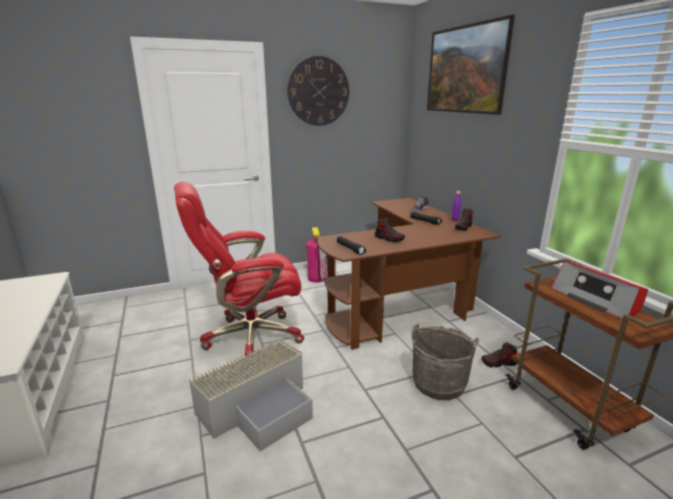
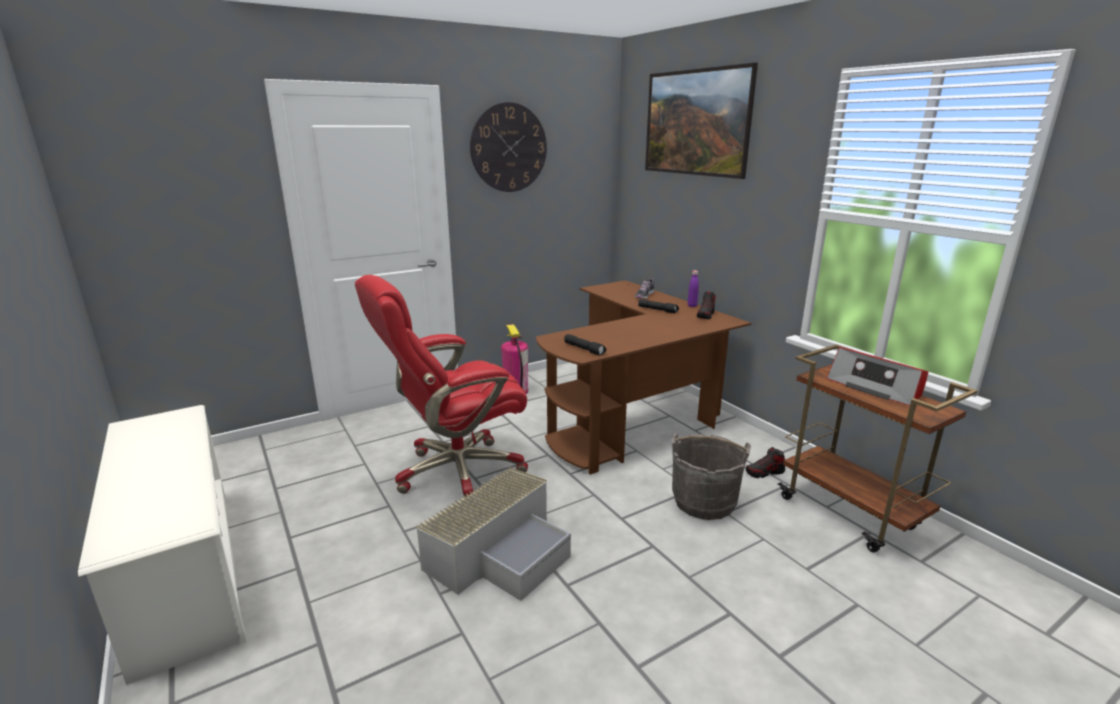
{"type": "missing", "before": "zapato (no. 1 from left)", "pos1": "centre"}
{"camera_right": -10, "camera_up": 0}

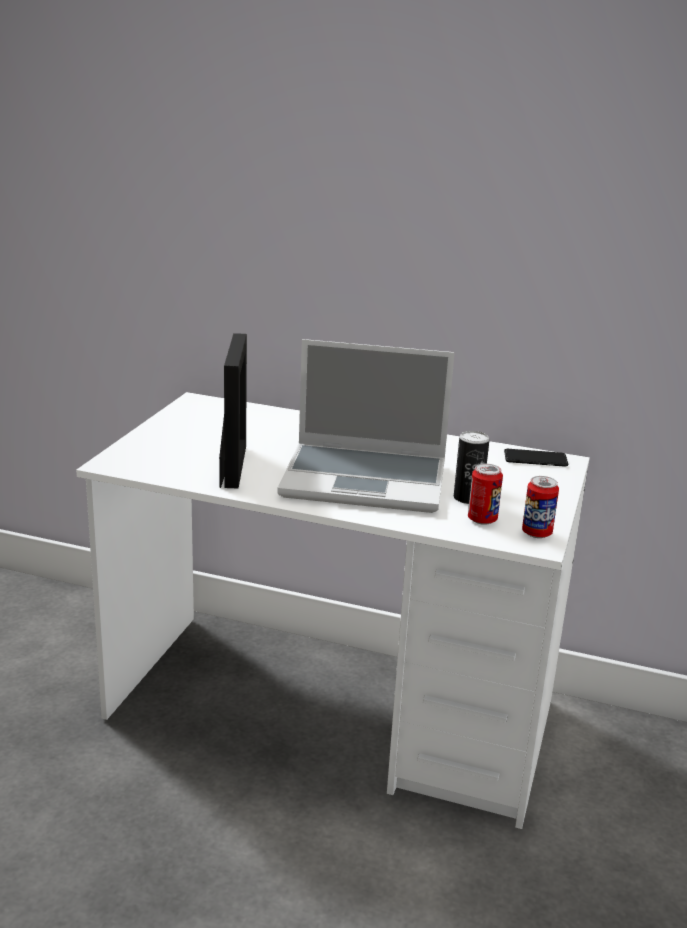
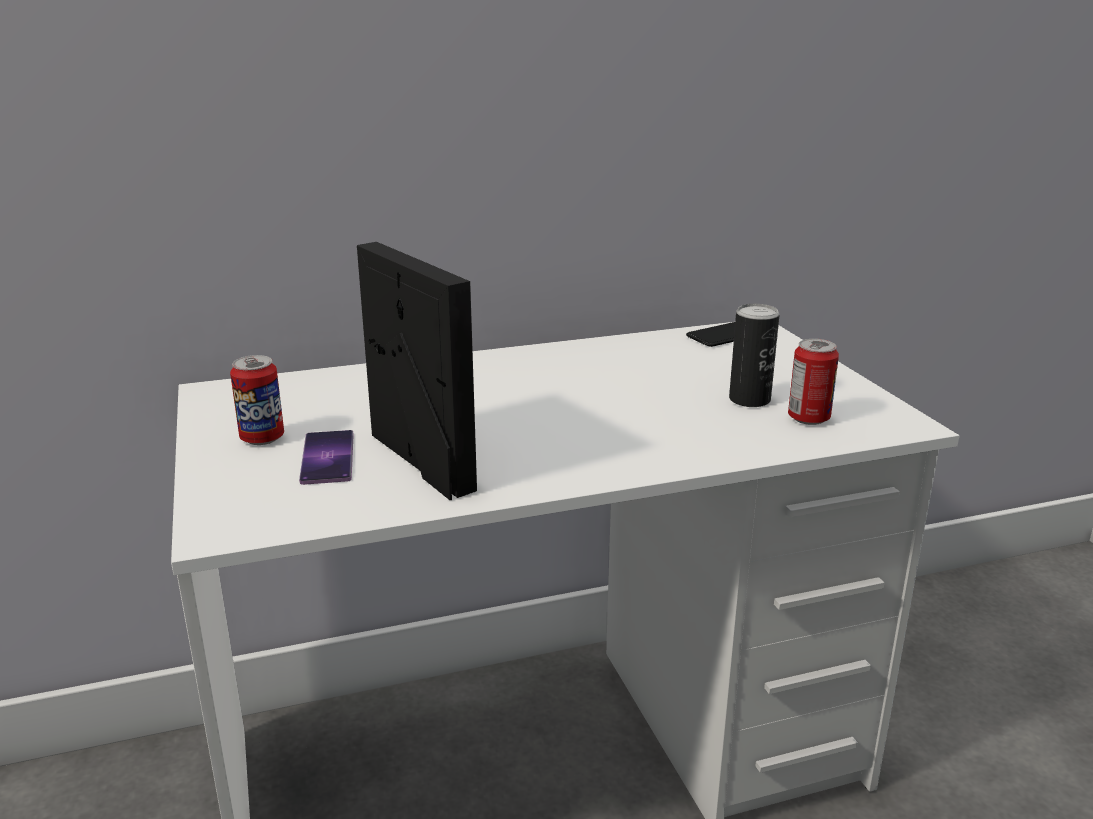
{"type": "missing", "before": "portátil", "pos1": "centre"}
{"type": "appeared", "after": "móvil (no. 1 from left)", "pos2": "middle left"}
{"type": "relocated", "before": "lata (no. 3 from left in the first image)", "after": "lata (no. 1 from left)", "pos1": "middle right", "pos2": "middle left"}
{"camera_right": -35, "camera_up": 0}

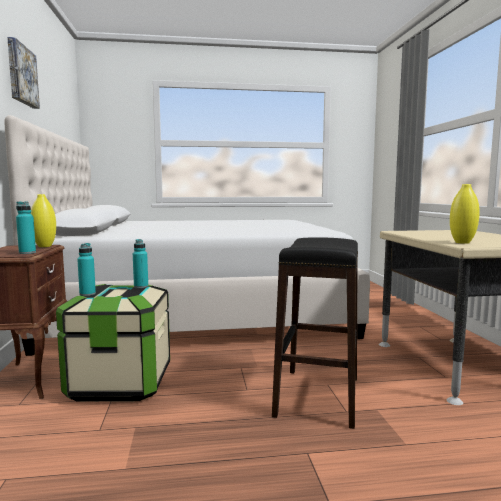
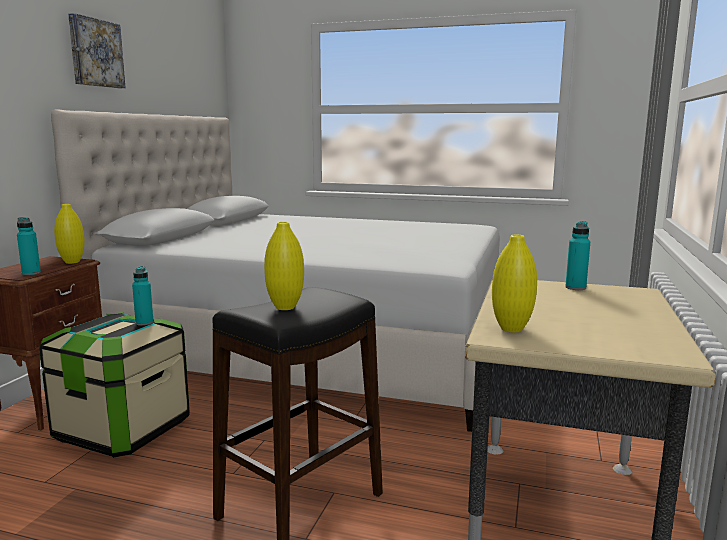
{"type": "appeared", "after": "florero [amarillo] (no. 2 from left)", "pos2": "centre"}
{"type": "relocated", "before": "botella [turquesa] (no. 2 from left in the first image)", "after": "botella [turquesa] (no. 3 from left)", "pos1": "middle left", "pos2": "middle right"}
{"camera_right": 25, "camera_up": 5}

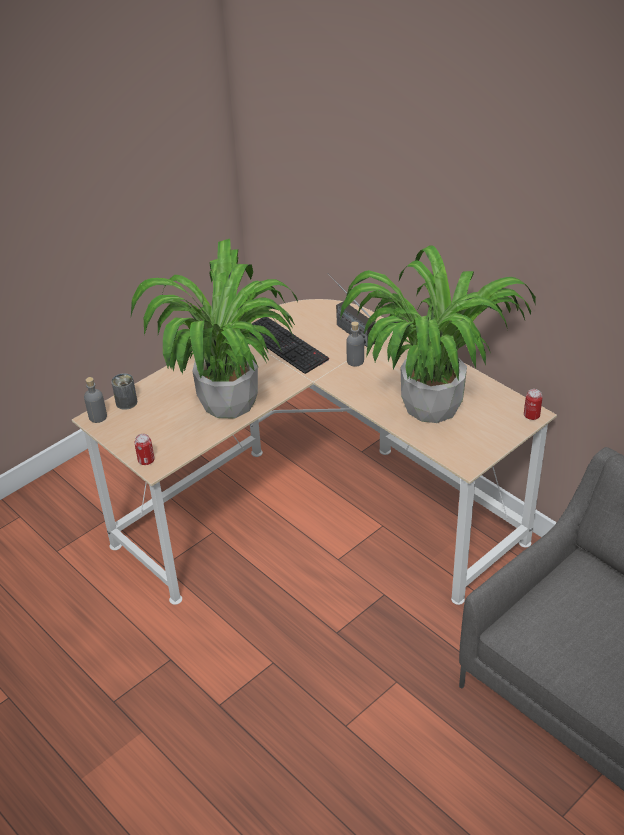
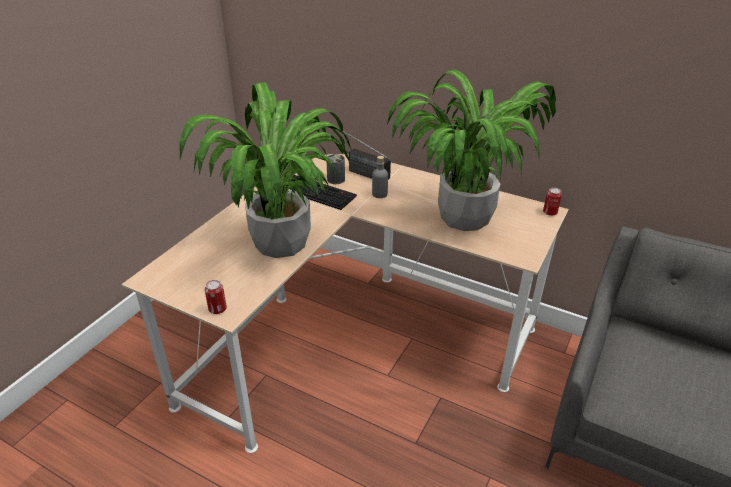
{"type": "missing", "before": "botella [gris] (no. 1 from left)", "pos1": "middle left"}
{"type": "relocated", "before": "lata (no. 1 from left in the first image)", "after": "lata (no. 2 from left)", "pos1": "middle left", "pos2": "centre"}
{"camera_right": -20, "camera_up": -5}

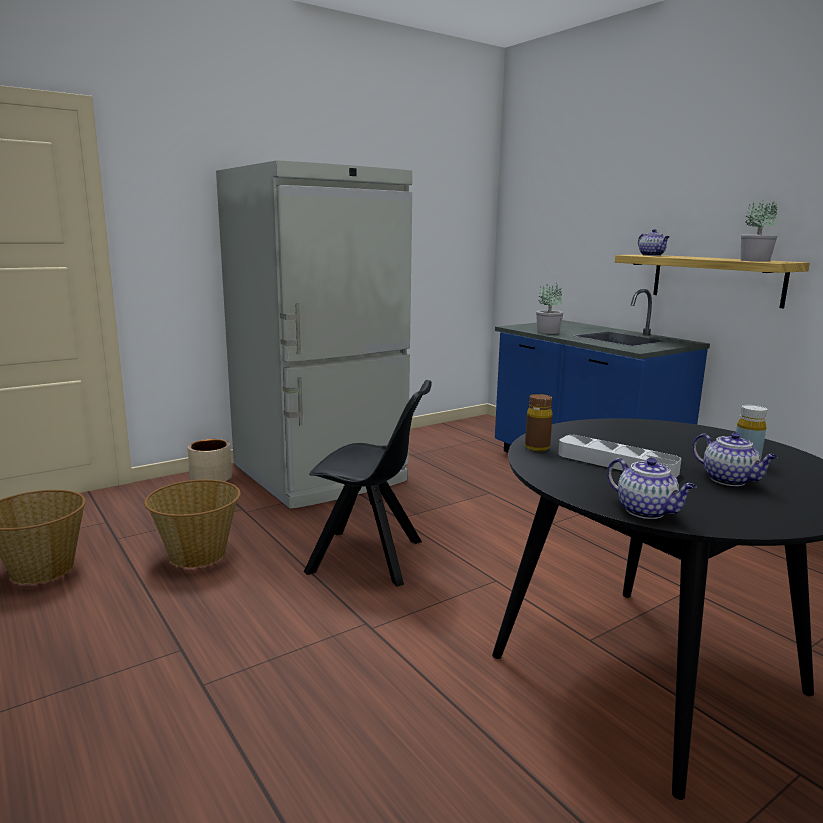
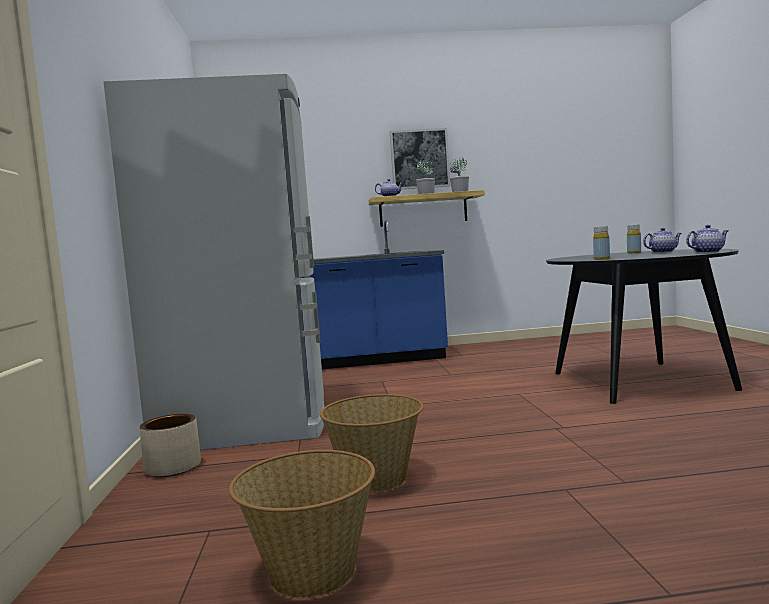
{"type": "missing", "before": "silla [negro]", "pos1": "centre"}
{"type": "missing", "before": "bandeja [gris]", "pos1": "middle right"}
{"type": "appeared", "after": "cuadro", "pos2": "top centre"}
{"type": "relocated", "before": "planta en maceta (no. 1 from left)", "pos1": "middle right", "pos2": "top centre"}
{"type": "colour", "before": "botella [marrón]", "after": "botella [amarillo] (no. 1 from left)", "pos1": "centre", "pos2": "middle right"}
{"camera_right": -60, "camera_up": -10}

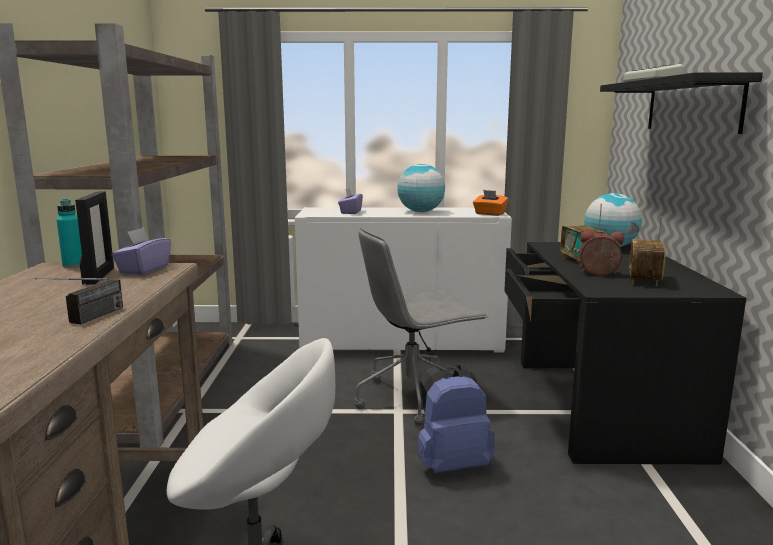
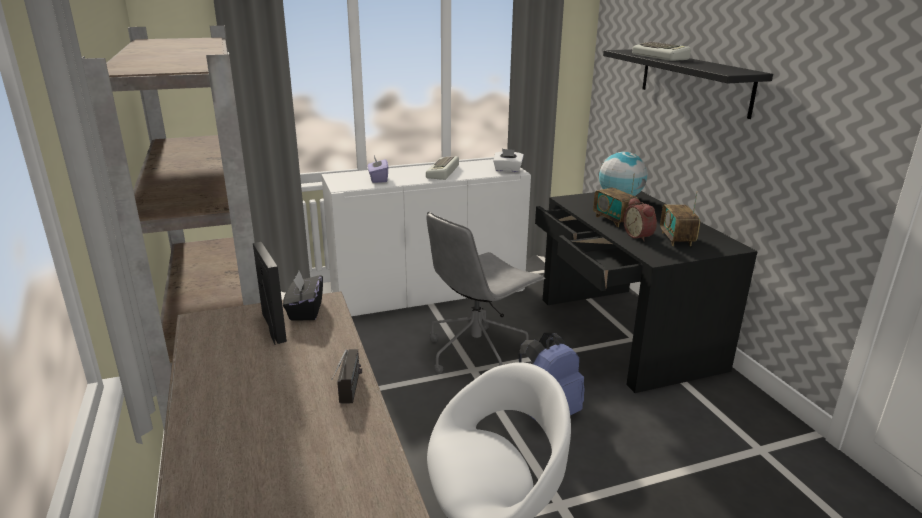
{"type": "missing", "before": "botella [turquesa]", "pos1": "middle left"}
{"type": "exchanged", "before": "globo terráqueo (no. 1 from left)", "after": "teclado (no. 1 from left)", "pos1": "centre", "pos2": "top centre"}
{"type": "colour", "before": "caja de pañuelos [morado] (no. 1 from left)", "after": "caja de pañuelos [negro]", "pos1": "middle left", "pos2": "middle left"}
{"type": "colour", "before": "caja de pañuelos [naranja]", "after": "caja de pañuelos [blanco]", "pos1": "centre", "pos2": "top centre"}
{"type": "spun", "before": "despertador", "pos1": "middle right", "pos2": "middle right", "turn": -105}
{"camera_right": -20, "camera_up": 10}

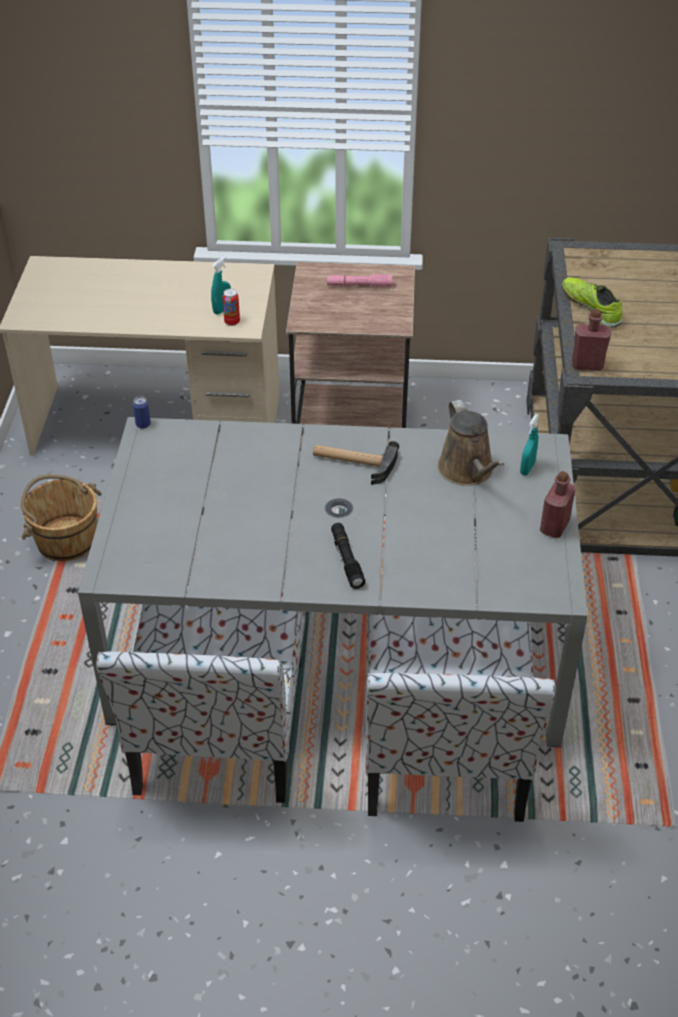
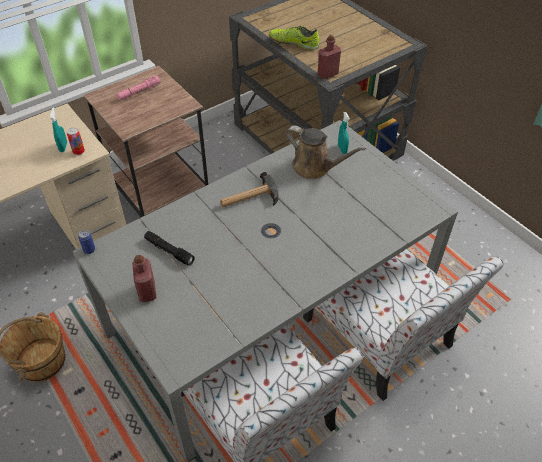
{"type": "relocated", "before": "linterna [negro]", "pos1": "centre", "pos2": "middle left"}
{"type": "relocated", "before": "botella [rojo] (no. 1 from left)", "pos1": "middle right", "pos2": "middle left"}
{"camera_right": -40, "camera_up": 5}

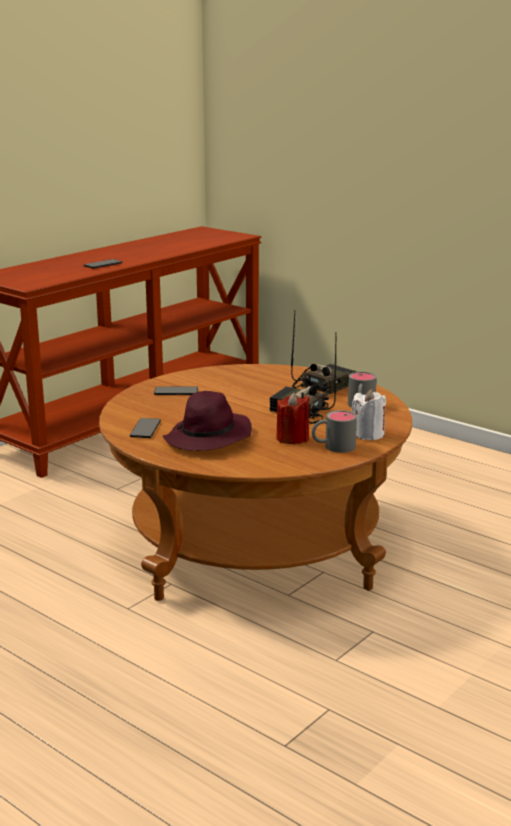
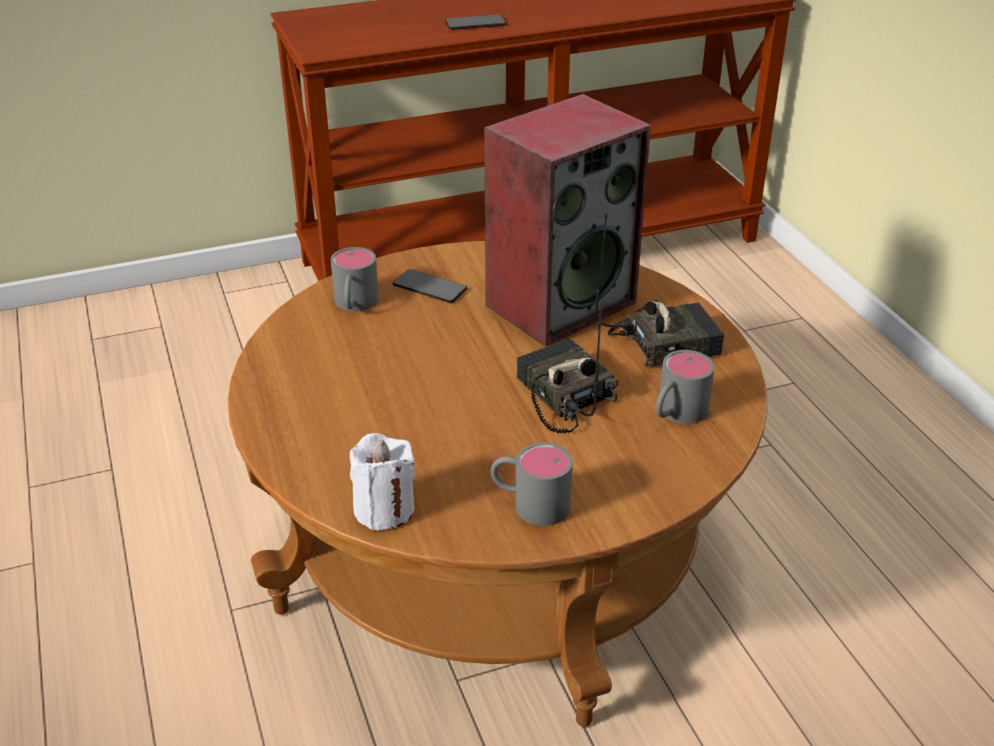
{"type": "missing", "before": "móvil (no. 2 from left)", "pos1": "middle left"}
{"type": "missing", "before": "sombrero [morado]", "pos1": "centre"}
{"type": "missing", "before": "vela [rojo]", "pos1": "centre"}
{"type": "appeared", "after": "taza grande [gris] (no. 1 from left)", "pos2": "centre"}
{"type": "appeared", "after": "altavoz", "pos2": "top centre"}
{"type": "relocated", "before": "vela [blanco]", "pos1": "middle right", "pos2": "centre"}
{"camera_right": 30, "camera_up": 15}

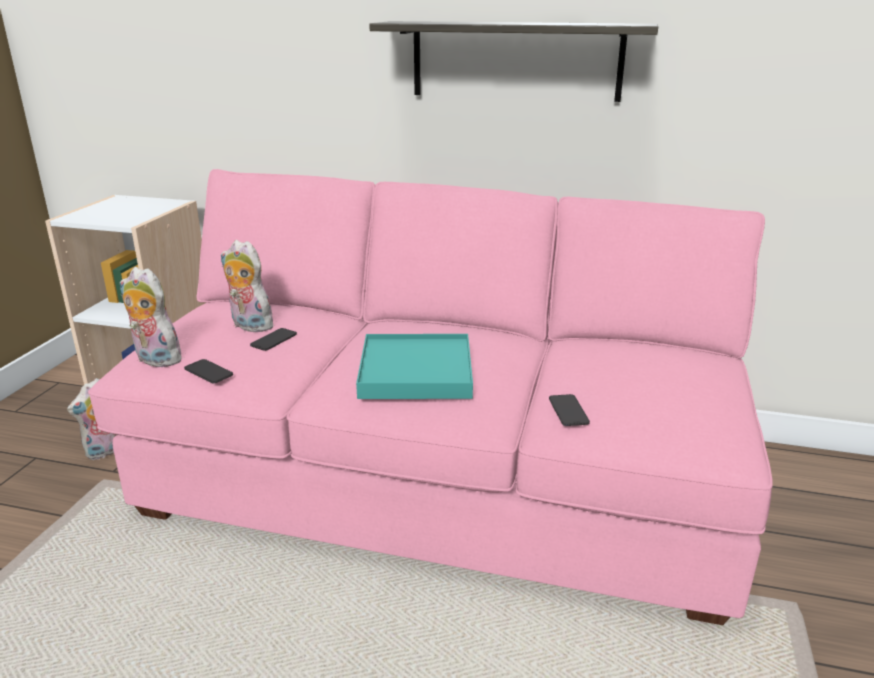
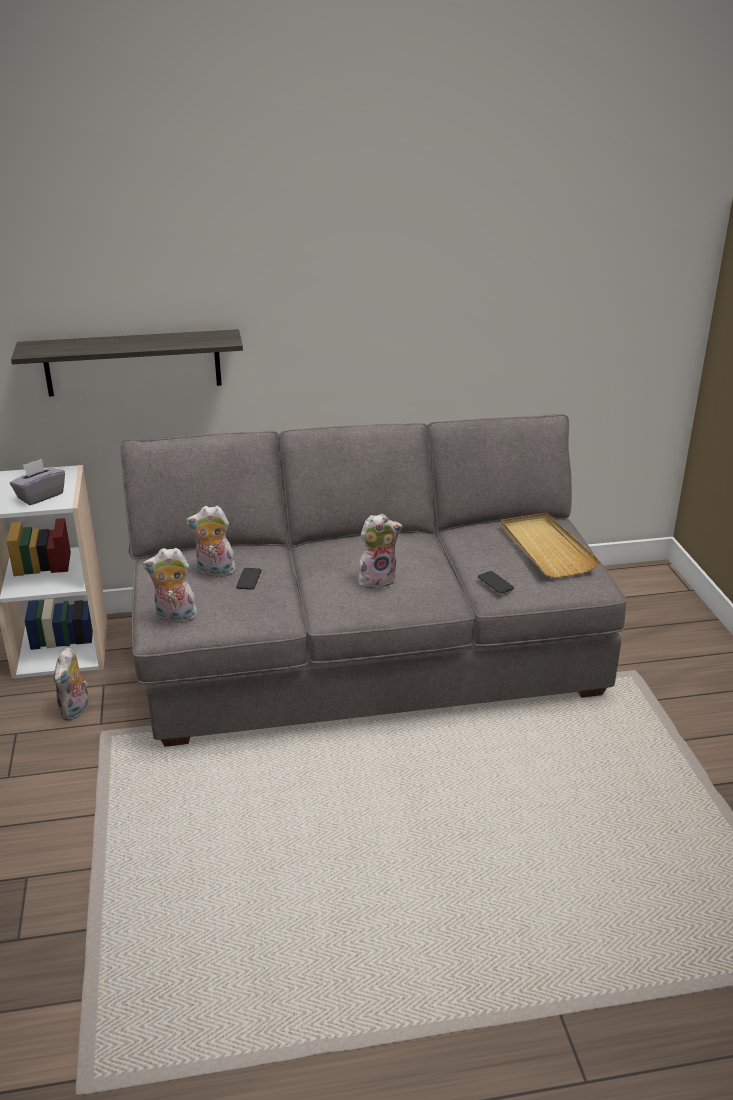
{"type": "missing", "before": "móvil (no. 1 from left)", "pos1": "middle left"}
{"type": "appeared", "after": "caja de pañuelos [gris]", "pos2": "middle left"}
{"type": "appeared", "after": "bandeja [beis]", "pos2": "middle right"}
{"type": "relocated", "before": "estante", "pos1": "top centre", "pos2": "top left"}
{"type": "exchanged", "before": "bandeja [turquesa]", "after": "peluche (no. 4 from left)", "pos1": "centre", "pos2": "centre"}
{"type": "colour", "before": "sofá [rosa]", "after": "sofá [gris]", "pos1": "centre", "pos2": "centre"}
{"camera_right": -25, "camera_up": 5}

